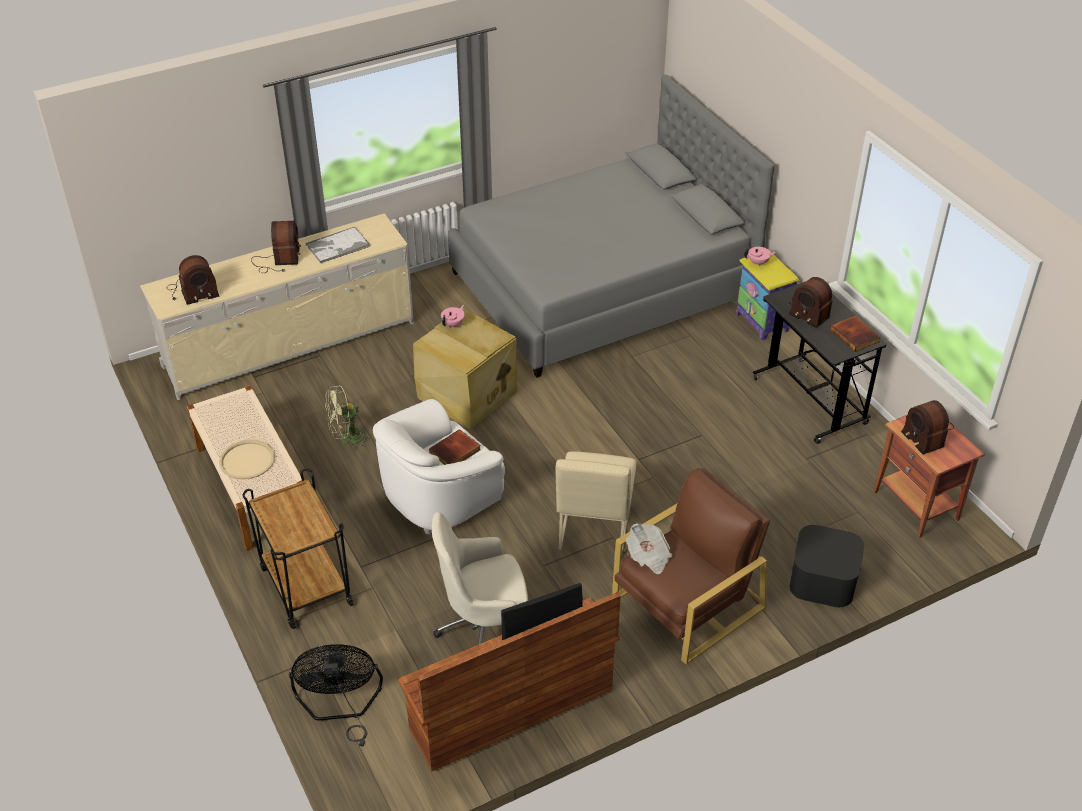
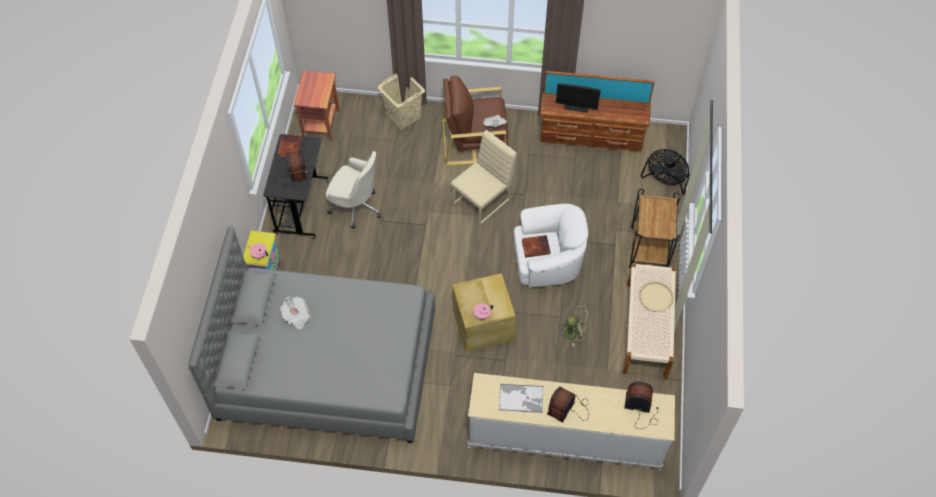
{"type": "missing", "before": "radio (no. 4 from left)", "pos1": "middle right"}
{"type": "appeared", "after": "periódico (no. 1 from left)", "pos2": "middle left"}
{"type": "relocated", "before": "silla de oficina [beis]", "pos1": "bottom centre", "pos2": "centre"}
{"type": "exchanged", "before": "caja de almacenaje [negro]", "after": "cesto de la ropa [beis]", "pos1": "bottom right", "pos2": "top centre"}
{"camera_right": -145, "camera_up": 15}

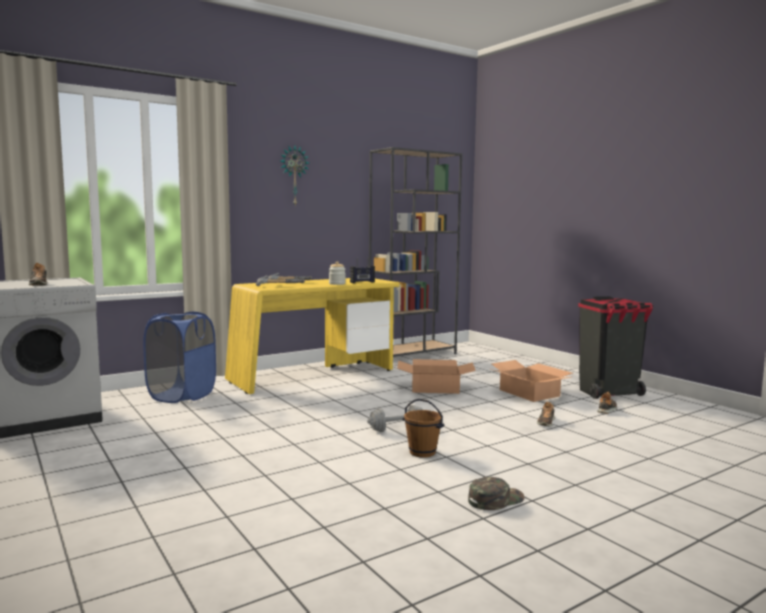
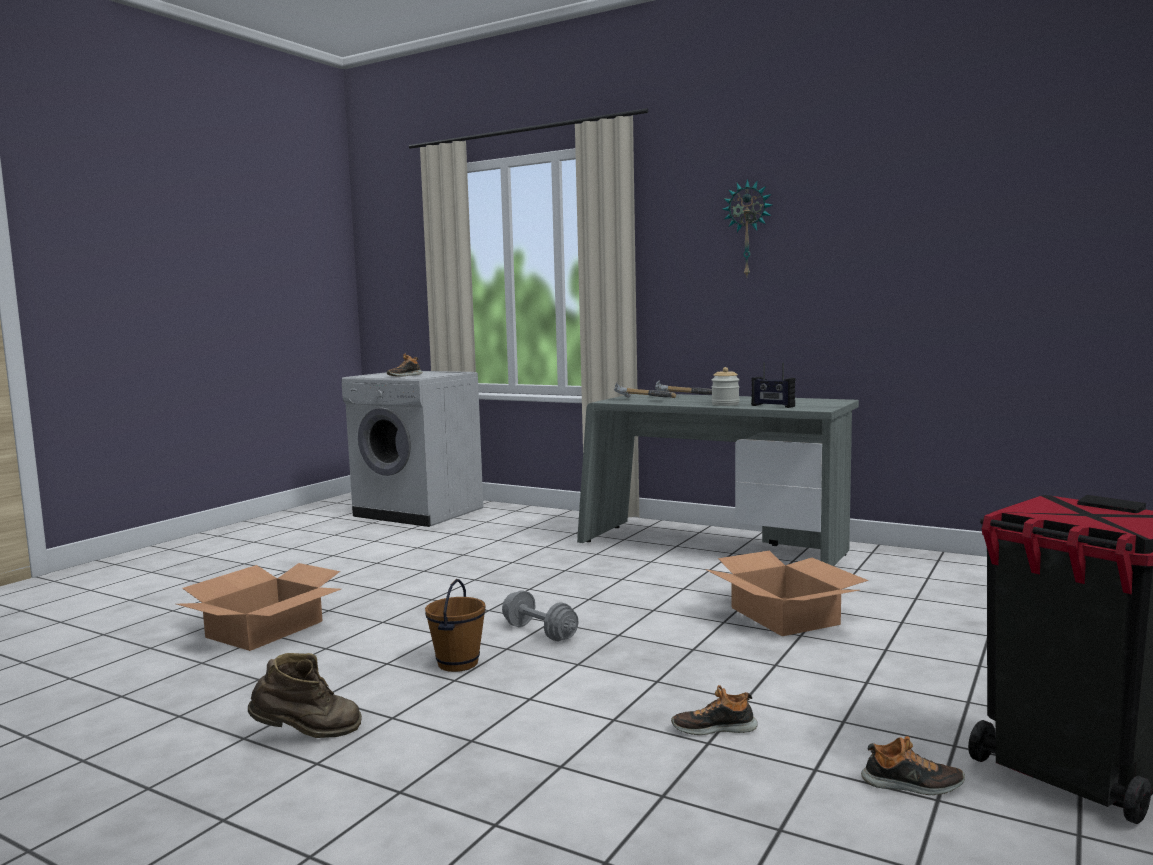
{"type": "missing", "before": "cesto de la ropa [azul]", "pos1": "middle left"}
{"type": "missing", "before": "estantería", "pos1": "centre"}
{"type": "relocated", "before": "caja de cartón (no. 2 from left in the first image)", "after": "caja de cartón (no. 1 from left)", "pos1": "middle right", "pos2": "bottom left"}
{"type": "exchanged", "before": "gorra [verde]", "after": "bota [marrón]", "pos1": "bottom centre", "pos2": "bottom left"}
{"type": "colour", "before": "escritorio [amarillo]", "after": "escritorio [gris]", "pos1": "centre", "pos2": "centre"}
{"camera_right": 65, "camera_up": 0}

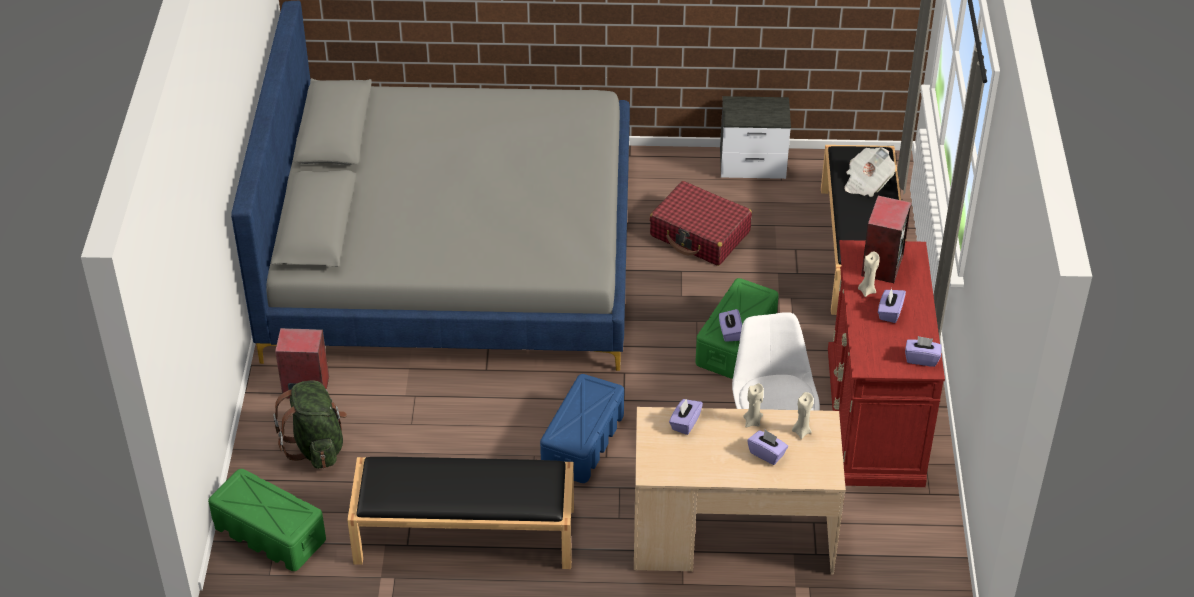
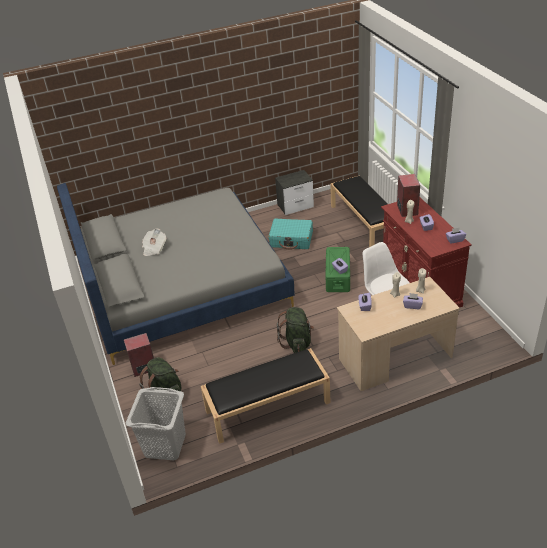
{"type": "relocated", "before": "periódico", "pos1": "top right", "pos2": "middle left"}
{"type": "exchanged", "before": "caja de almacenaje [verde] (no. 1 from left)", "after": "cesto de la ropa [gris]", "pos1": "bottom left", "pos2": "bottom left"}
{"type": "exchanged", "before": "caja de almacenaje [azul]", "after": "mochila [verde] (no. 2 from left)", "pos1": "bottom centre", "pos2": "centre"}
{"type": "colour", "before": "maleta [rojo]", "after": "maleta [turquesa]", "pos1": "centre", "pos2": "centre"}
{"camera_right": -20, "camera_up": -5}

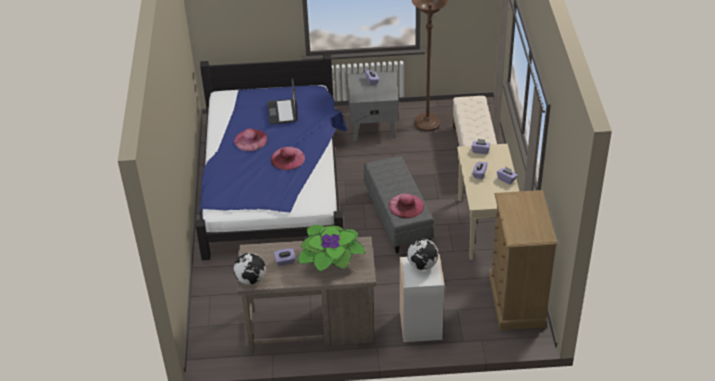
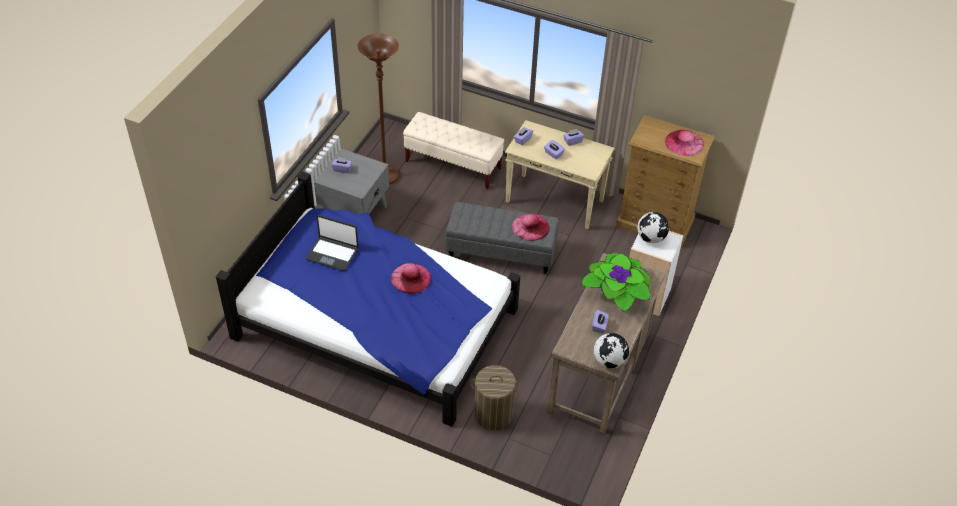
{"type": "appeared", "after": "cesto de la ropa", "pos2": "bottom centre"}
{"type": "relocated", "before": "sombrero [rosa] (no. 1 from left in the first image)", "after": "sombrero [rosa] (no. 3 from left)", "pos1": "centre", "pos2": "top right"}
{"camera_right": -65, "camera_up": 5}

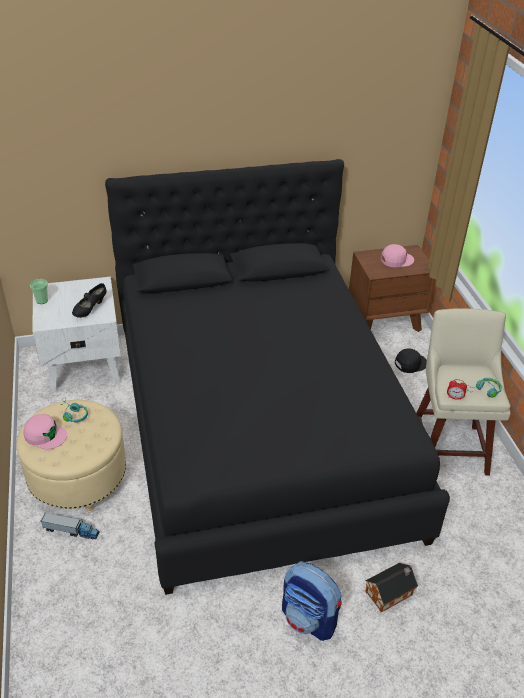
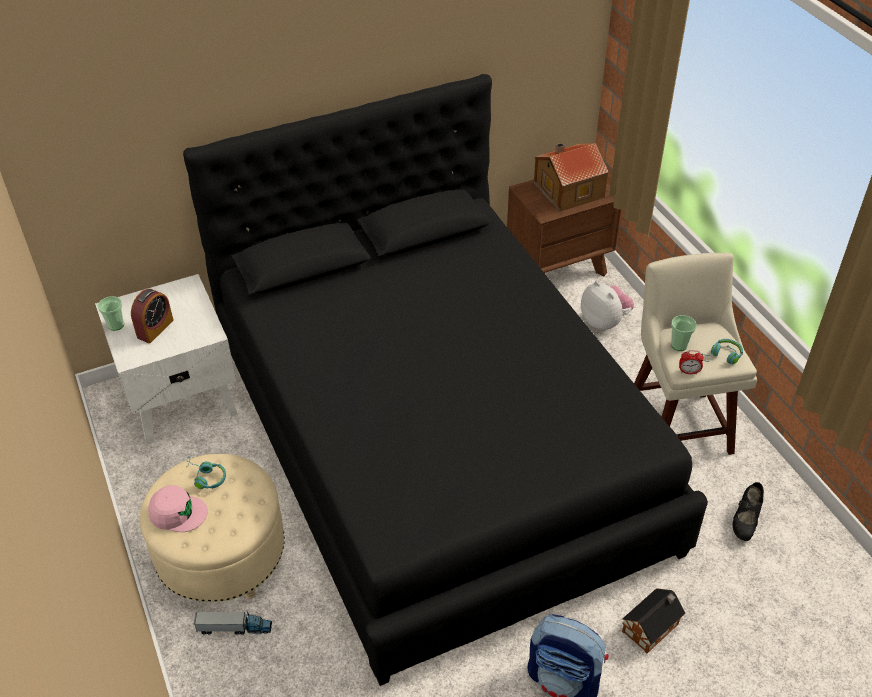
{"type": "appeared", "after": "despertador (no. 1 from left)", "pos2": "middle left"}
{"type": "appeared", "after": "taza (no. 2 from left)", "pos2": "middle right"}
{"type": "relocated", "before": "zapato [negro]", "pos1": "middle left", "pos2": "bottom right"}
{"type": "exchanged", "before": "gorra [rosa] (no. 2 from left)", "after": "casita (no. 1 from left)", "pos1": "middle right", "pos2": "top centre"}
{"type": "exchanged", "before": "gorra [negro]", "after": "peluche", "pos1": "middle right", "pos2": "middle right"}
{"camera_right": -10, "camera_up": 5}

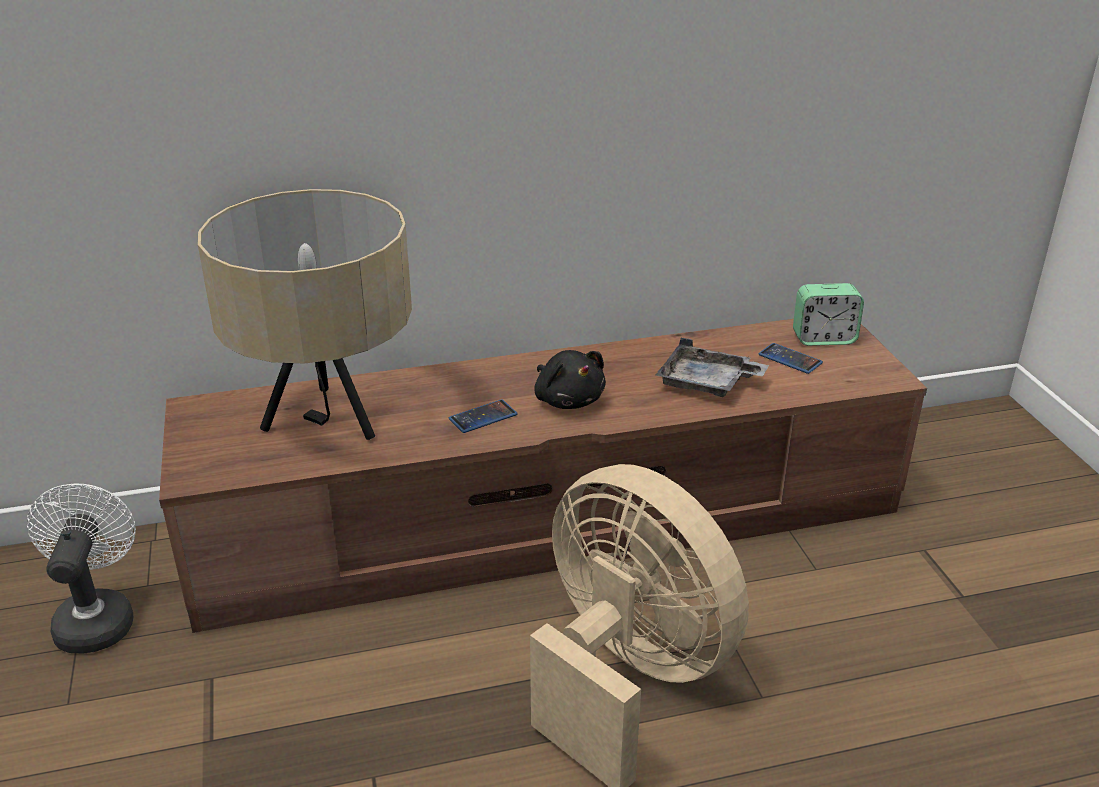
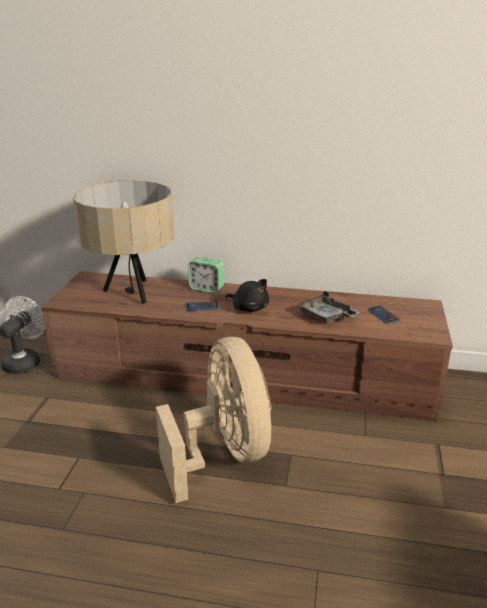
{"type": "relocated", "before": "despertador", "pos1": "middle right", "pos2": "centre"}
{"type": "spun", "before": "peluche [negro]", "pos1": "centre", "pos2": "centre", "turn": -45}
{"camera_right": 25, "camera_up": -5}

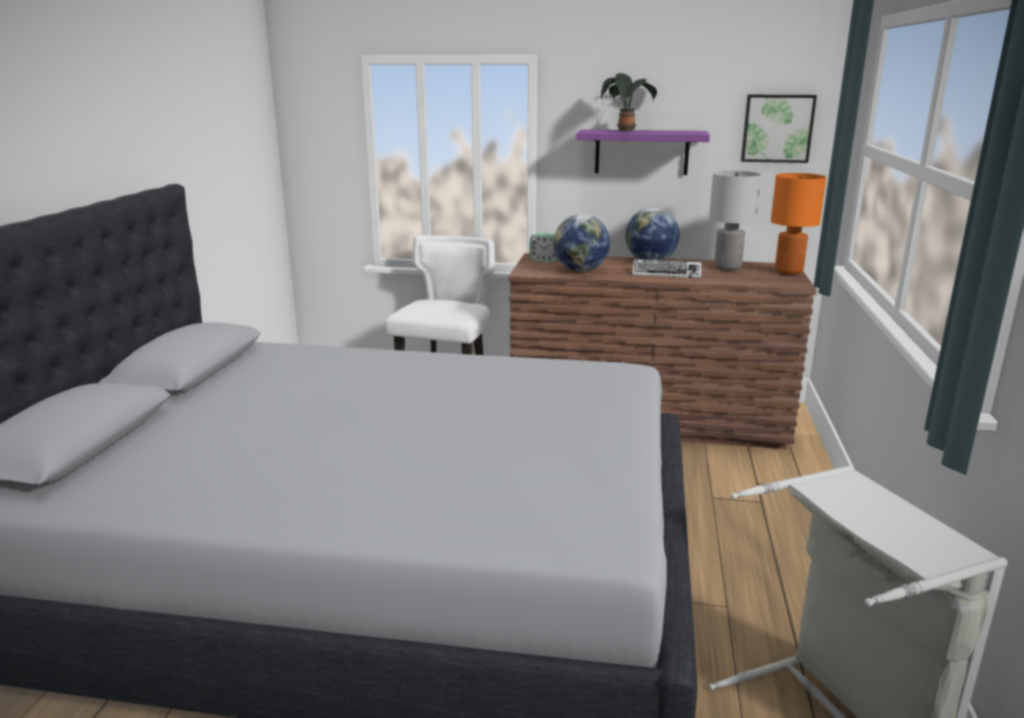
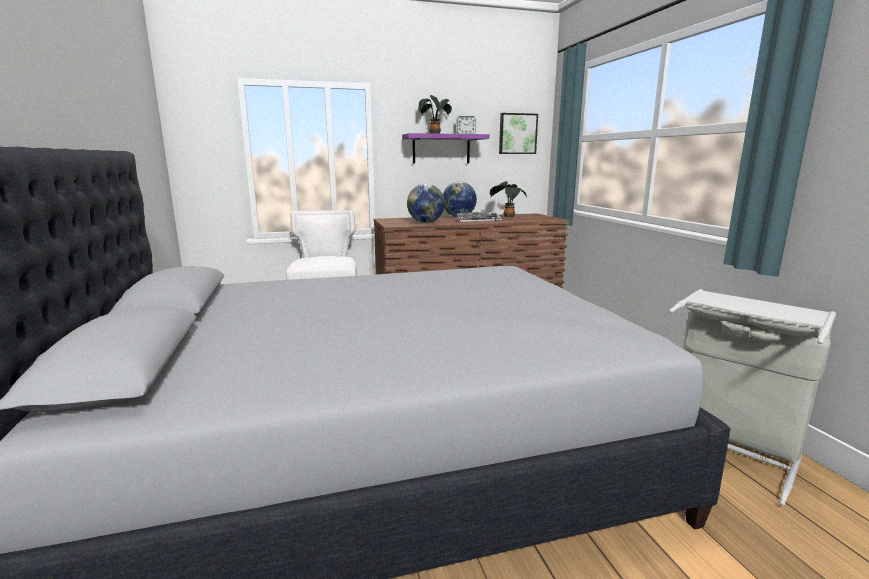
{"type": "missing", "before": "lámpara de mesa [naranja]", "pos1": "top right"}
{"type": "relocated", "before": "despertador", "pos1": "centre", "pos2": "top centre"}
{"type": "exchanged", "before": "lámpara de mesa [gris]", "after": "planta en maceta (no. 2 from left)", "pos1": "top right", "pos2": "centre"}
{"camera_right": -25, "camera_up": -5}

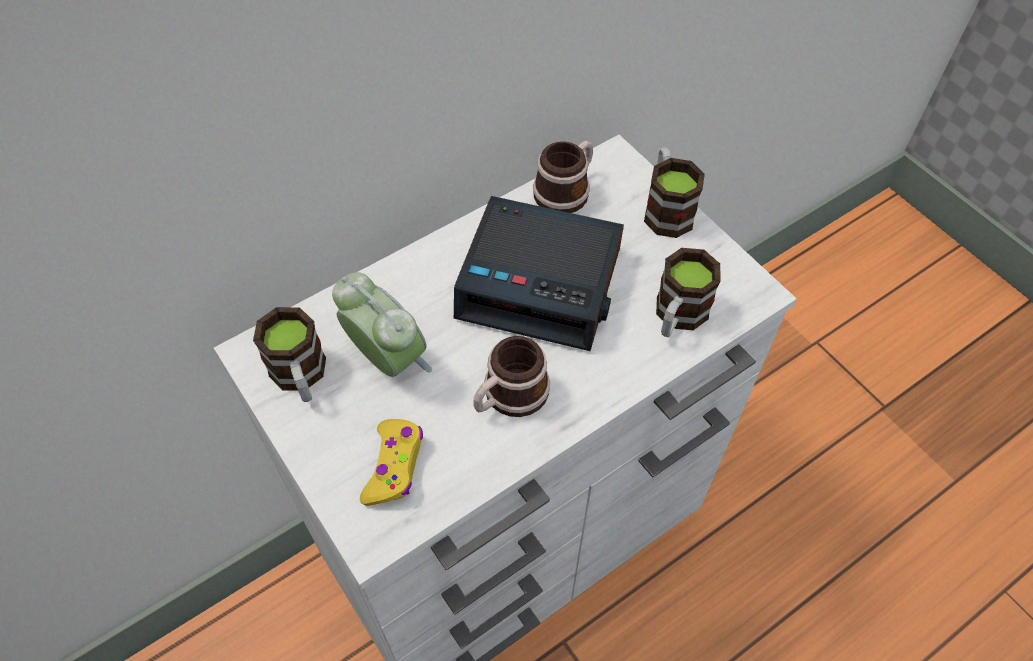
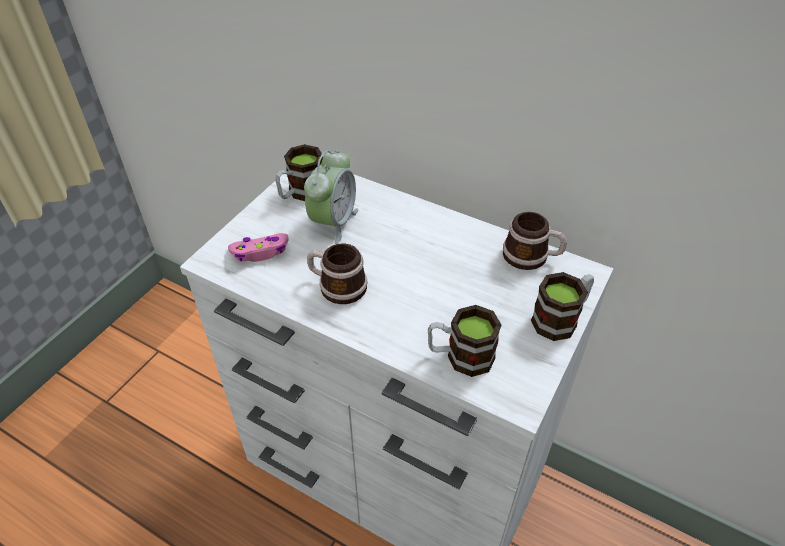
{"type": "missing", "before": "despertador (no. 2 from left)", "pos1": "centre"}
{"type": "colour", "before": "mando de consola [amarillo]", "after": "mando de consola [rosa]", "pos1": "bottom centre", "pos2": "middle left"}
{"camera_right": 65, "camera_up": -10}

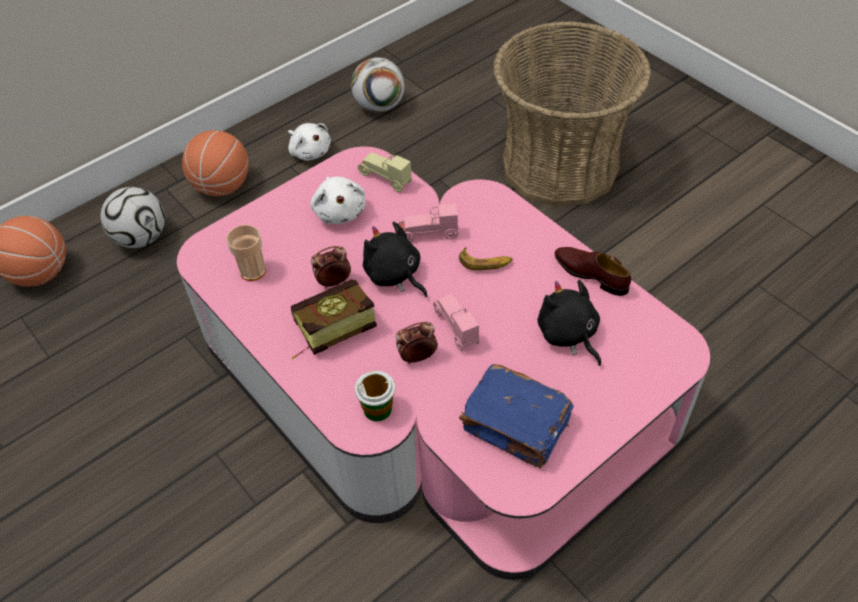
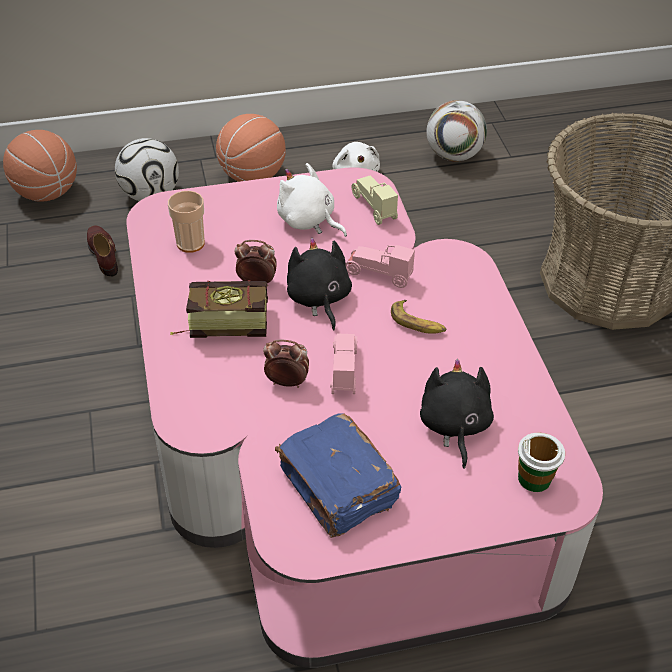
{"type": "relocated", "before": "taza (no. 2 from left)", "pos1": "centre", "pos2": "bottom right"}
{"type": "relocated", "before": "zapato [marrón]", "pos1": "middle right", "pos2": "middle left"}
{"type": "spun", "before": "peluche [blanco] (no. 2 from left in the first image)", "pos1": "top centre", "pos2": "top centre", "turn": 120}
{"camera_right": 25, "camera_up": -5}

